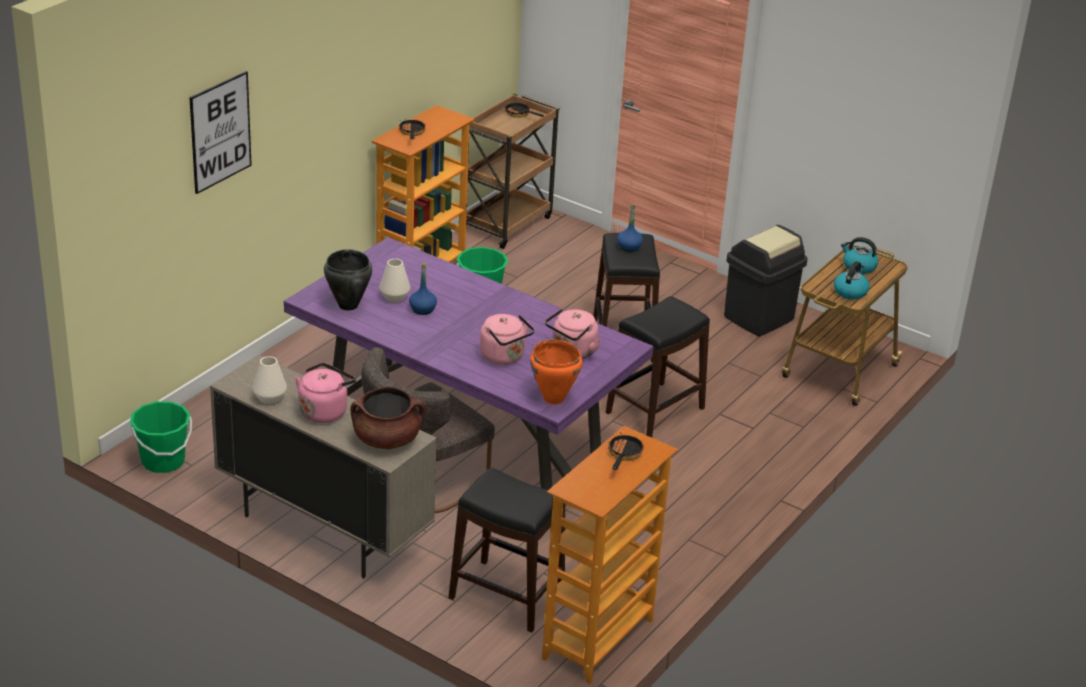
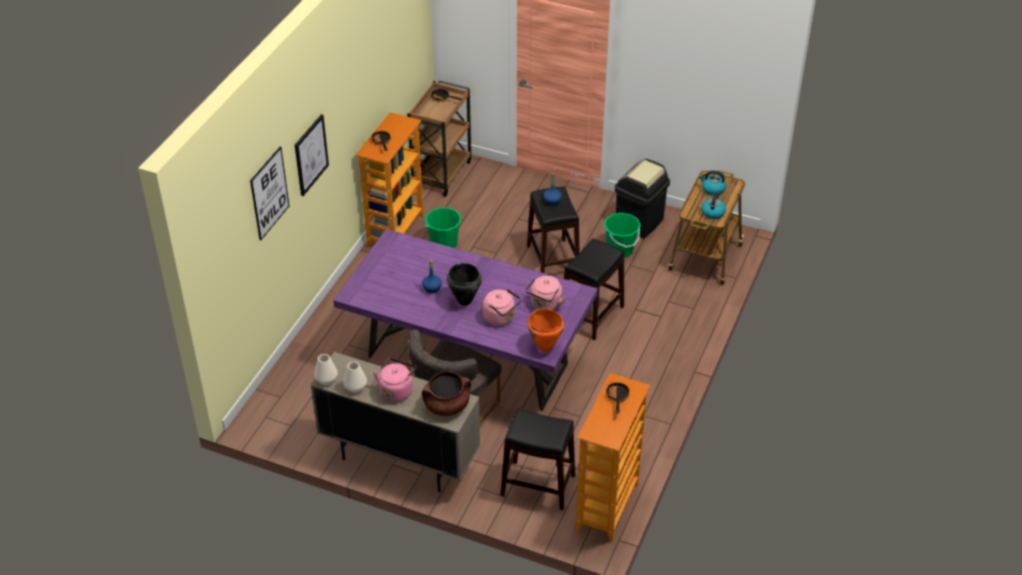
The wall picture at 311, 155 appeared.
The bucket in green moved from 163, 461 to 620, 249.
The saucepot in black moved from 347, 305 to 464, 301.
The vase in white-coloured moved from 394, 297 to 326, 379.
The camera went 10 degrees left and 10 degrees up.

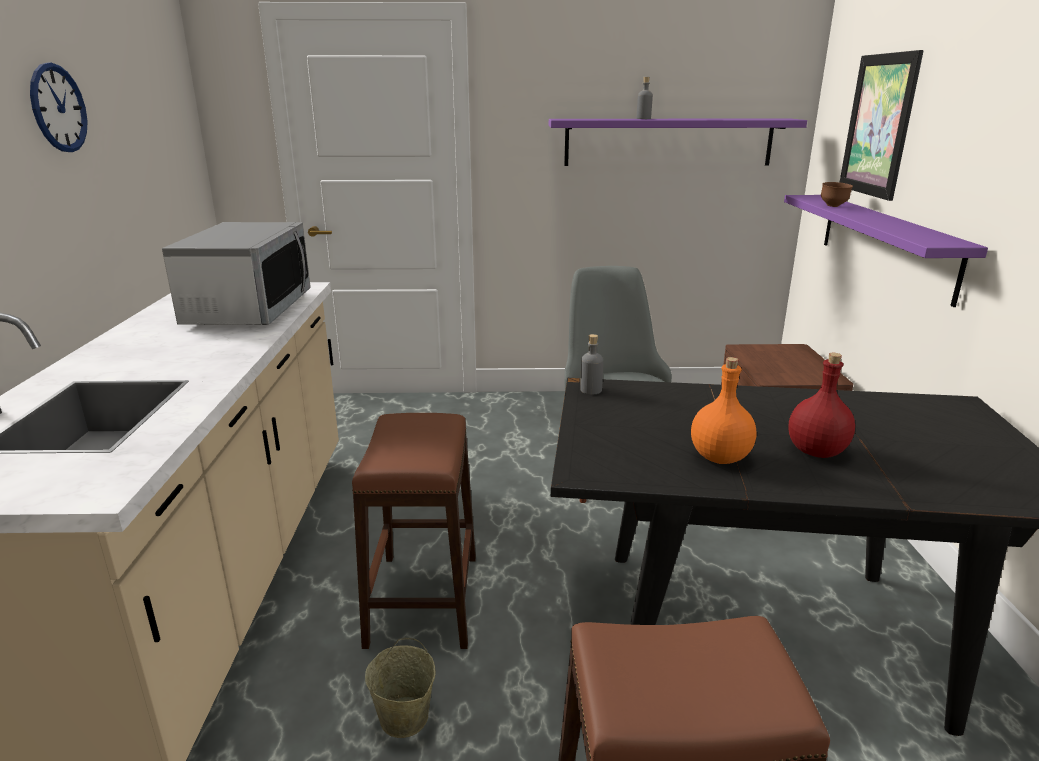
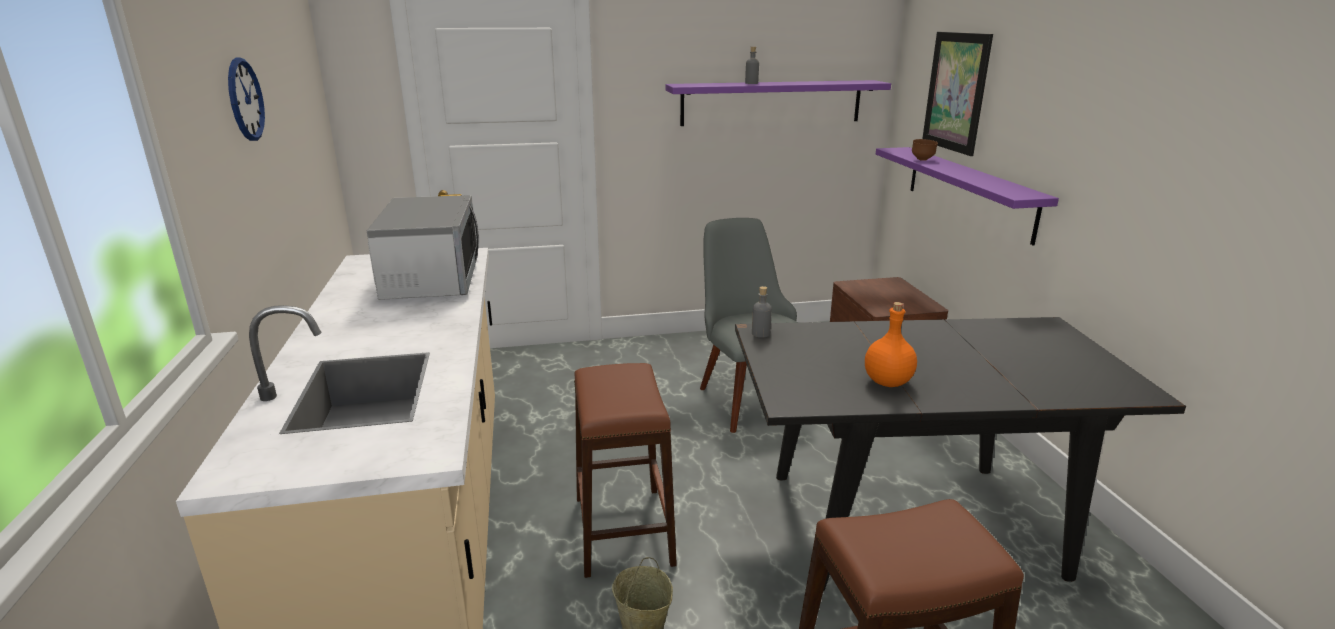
The beverage bottle in red-coloured at 817, 452 disappeared.
The camera went 10 degrees left and 0 degrees up.

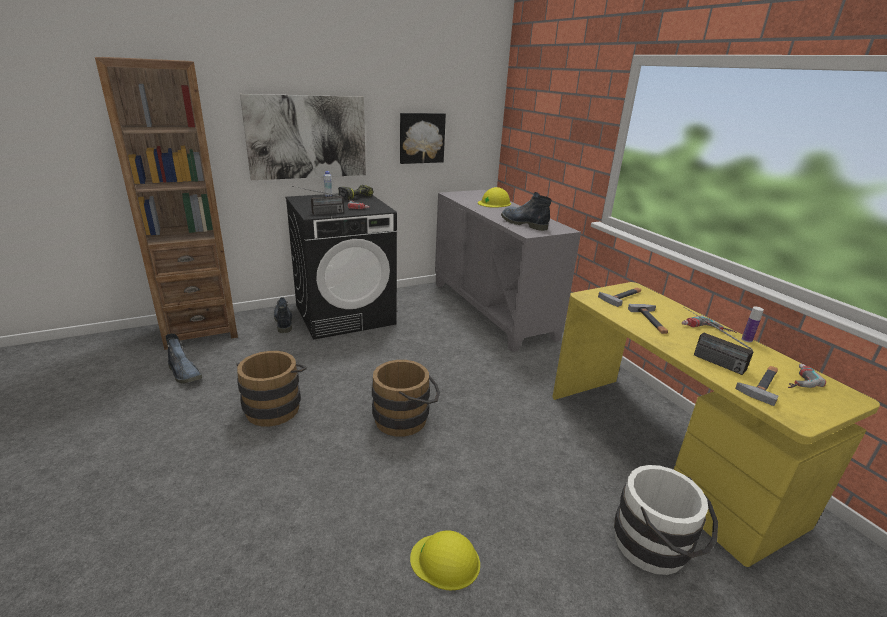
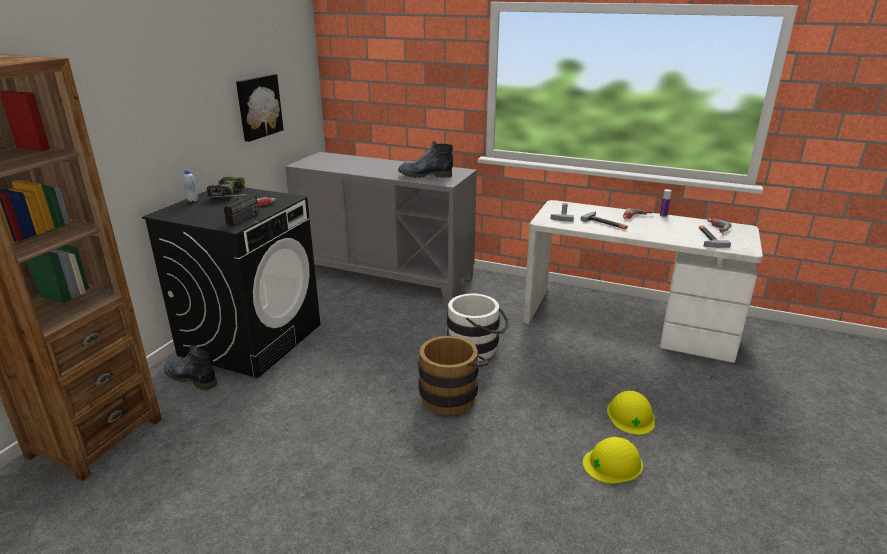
The boot at 185, 373 disappeared.
The bucket in brownish at 275, 406 disappeared.
The wall picture at 307, 137 disappeared.
The radio at 705, 358 disappeared.
The work helmet in yellow-coloured moved from 494, 203 to 631, 415.
The bucket in white-coloured moved from 656, 548 to 477, 348.
The desk table in yellow-coloured at 662, 451 became the desk table in white-coloured at 627, 323.
The camera went 40 degrees left and 0 degrees up.

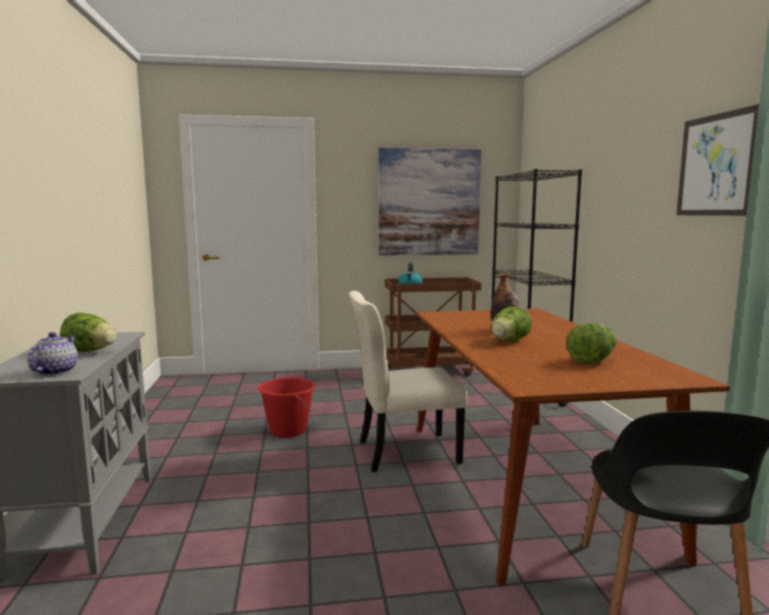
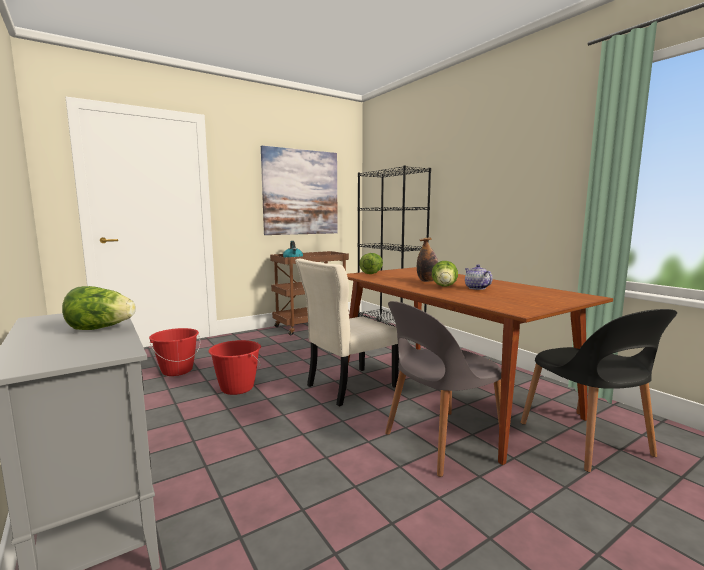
The wall picture at 716, 165 disappeared.
The bucket in red-coloured at 177, 370 appeared.
The chair in greyish at 441, 441 appeared.
The teapot moved from 55, 371 to 476, 288.
The lettuce head moved from 592, 361 to 372, 273.
The camera went 25 degrees left and 0 degrees up.

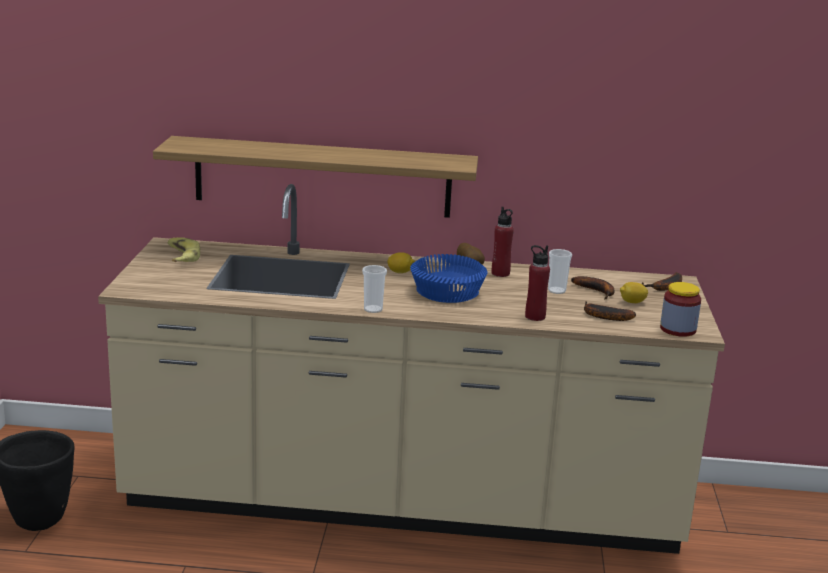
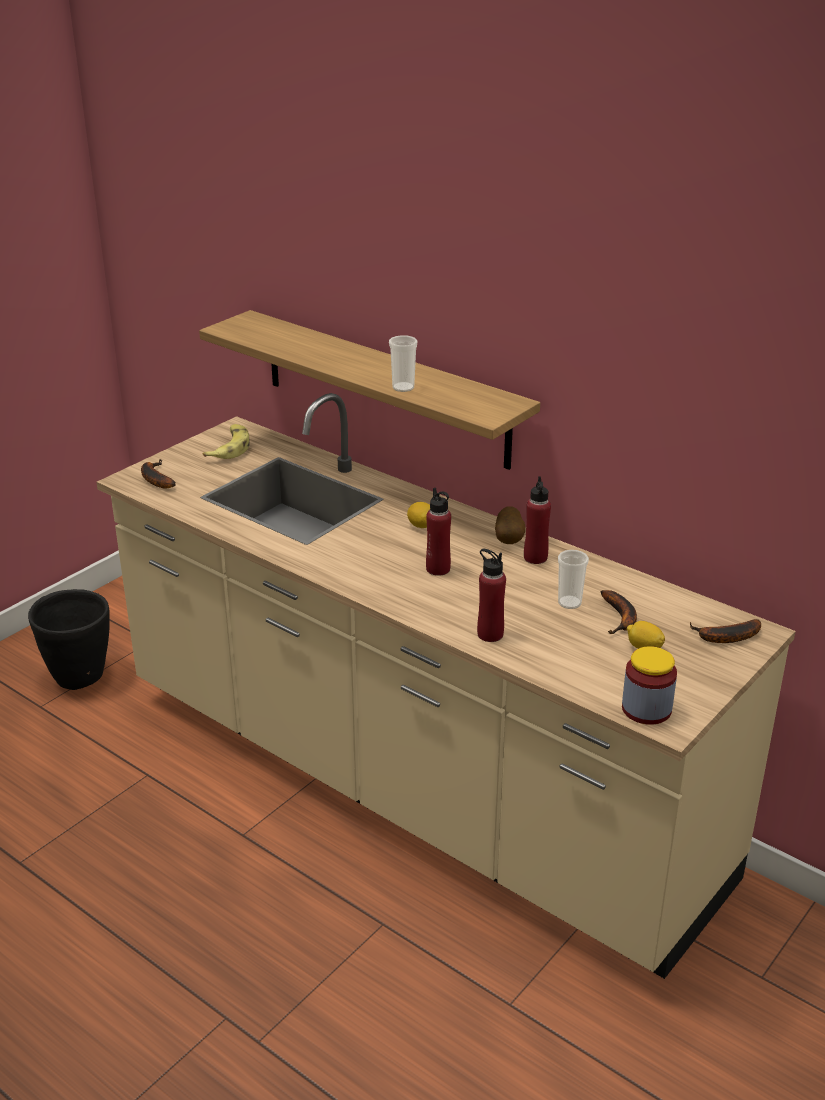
The drinking cup moved from 373, 309 to 403, 387.
The banana fruit moved from 603, 316 to 155, 479.
The serving bowl in blue at 448, 292 was replaced by the beverage bottle in red-coloured at 438, 569.
The camera went 35 degrees right and 10 degrees up.

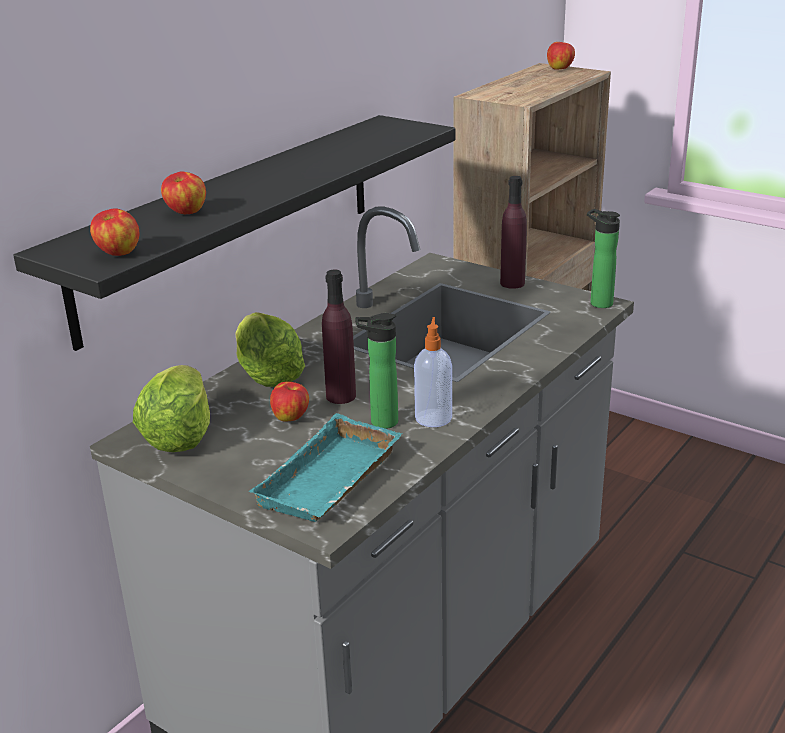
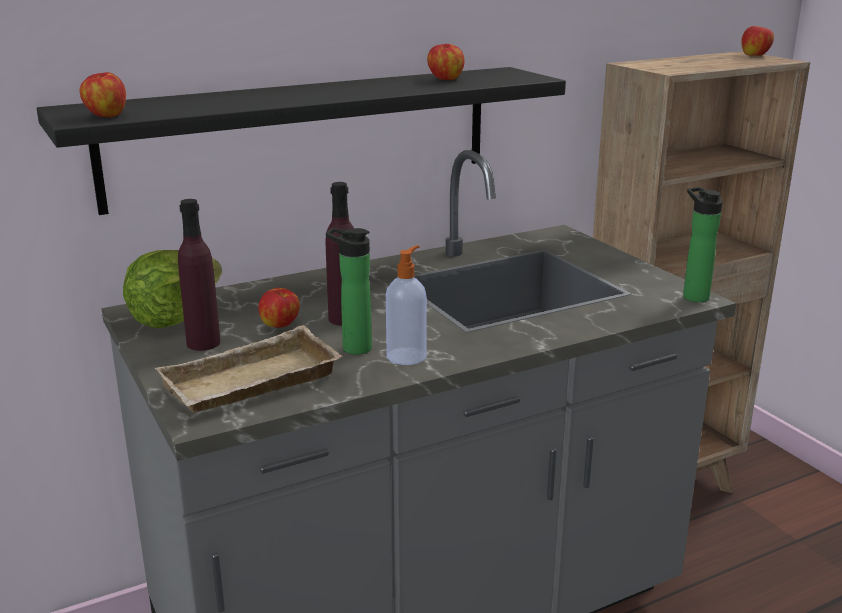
The lettuce head at 267, 375 disappeared.
The apple moved from 186, 212 to 445, 79.
The beverage bottle in purplish moved from 512, 283 to 203, 343.
The serving tray in turquoise-coloured at 332, 481 became the serving tray in beige at 251, 385.
The camera went 25 degrees right and 5 degrees down.

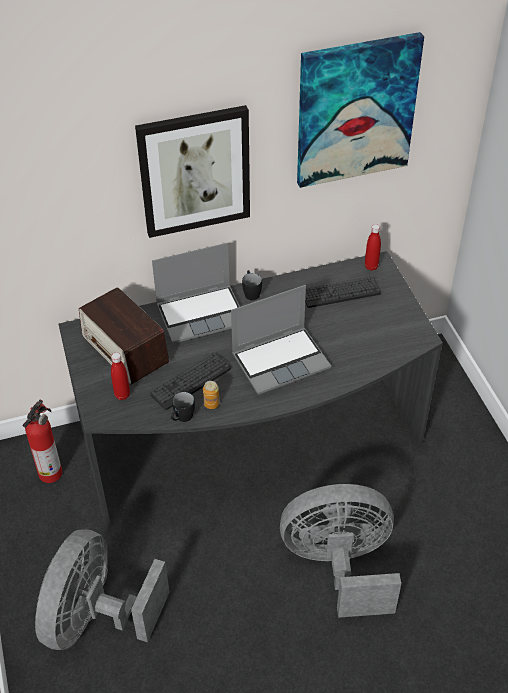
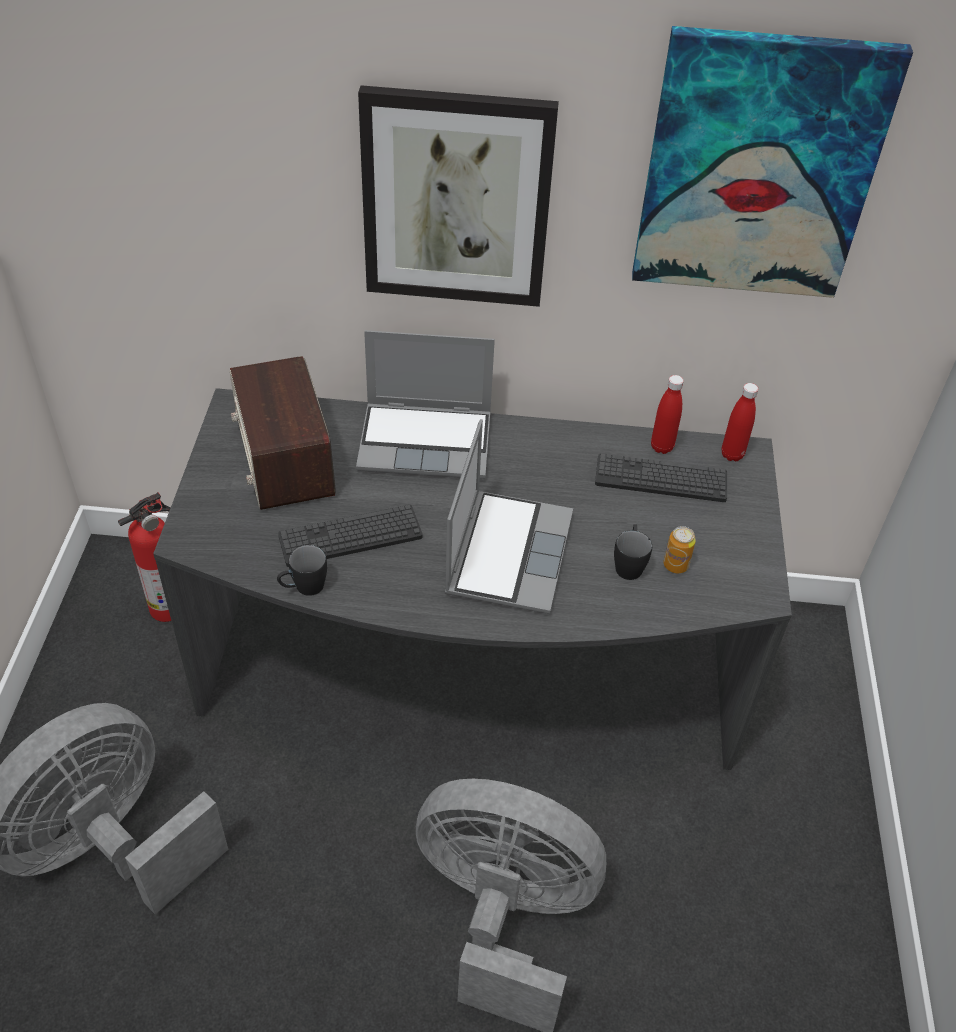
The beverage bottle in red-coloured moved from 122, 395 to 661, 447.
The metal can moved from 211, 404 to 675, 565.
The tea mug in black moved from 251, 292 to 629, 564.
The notebook computer at 281, 360 turned 75 degrees counterclockwise.
The camera went 20 degrees right and 0 degrees up.

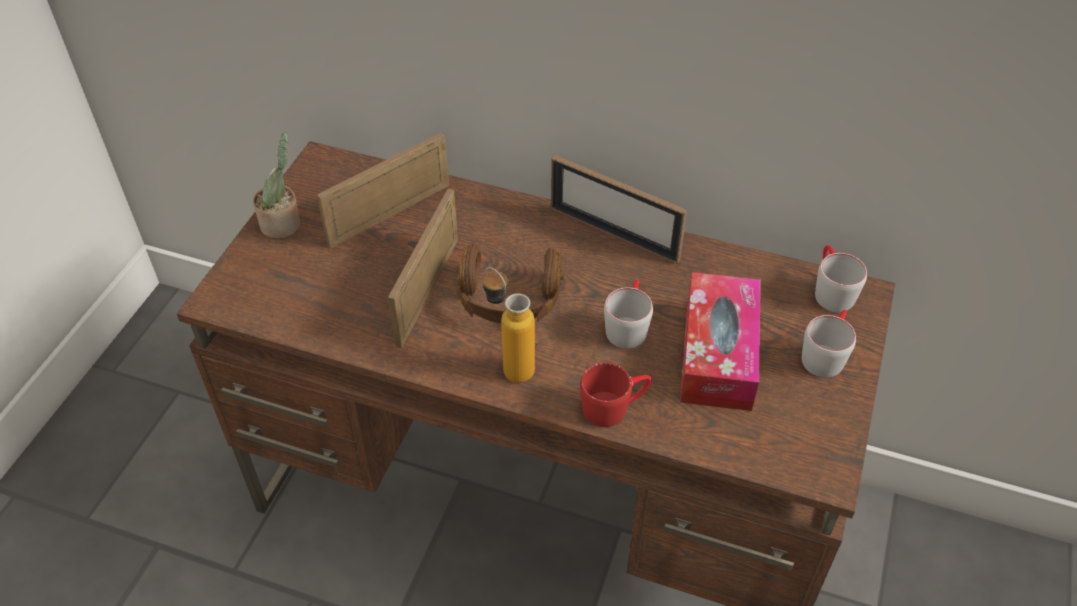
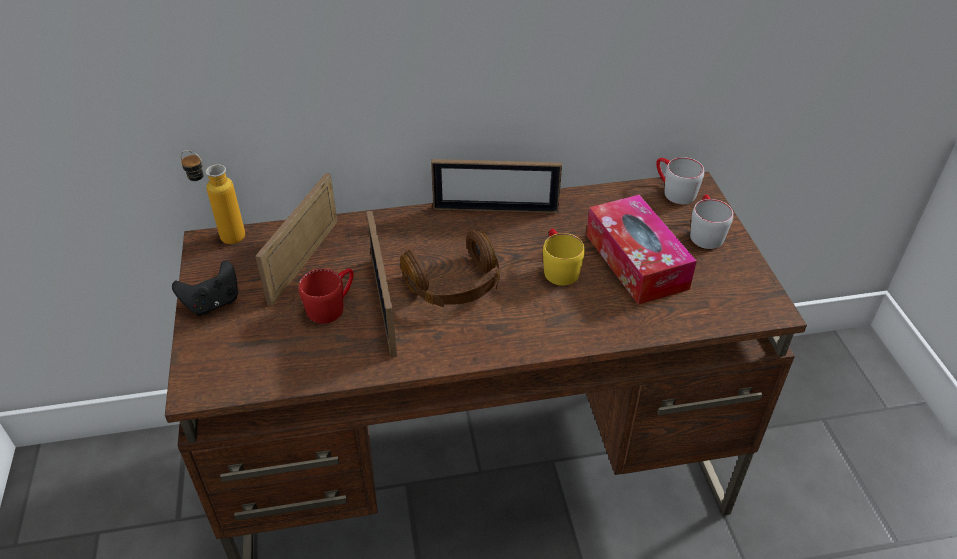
The beverage bottle moved from 509, 364 to 223, 235.
The tea mug in red-coloured moved from 614, 406 to 332, 305.
The plant in a pot at 283, 224 was replaced by the game controller in black at 213, 303.
The tea mug in greyish at 627, 325 became the tea mug in yellow-coloured at 558, 268.
The camera went 30 degrees left and 5 degrees down.

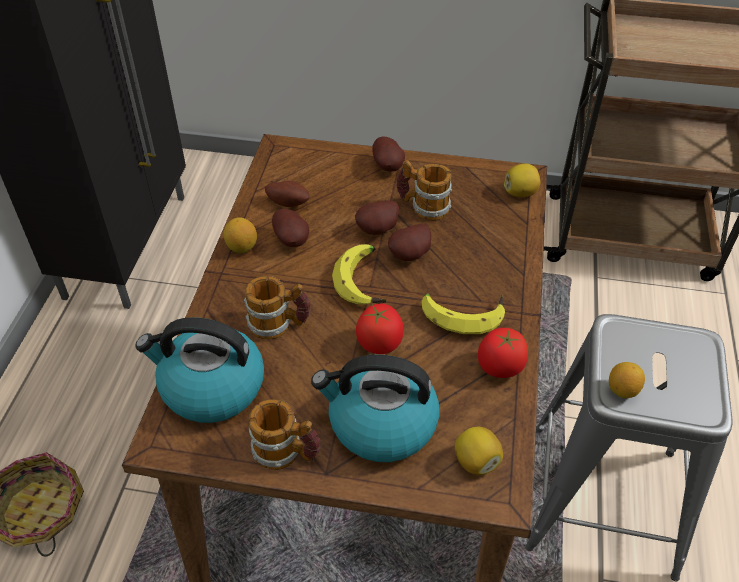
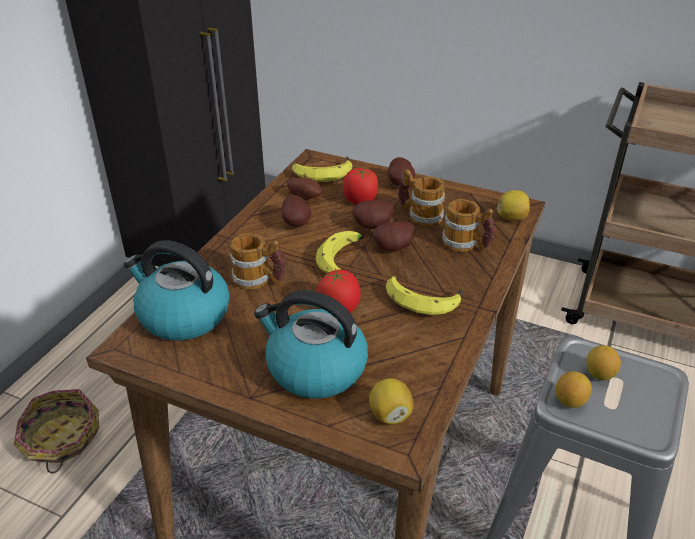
The banana fruit at 322, 173 appeared.
The whole lemon moved from 241, 247 to 599, 374.
The tea mug moved from 286, 452 to 466, 245.
The fresh tomato moved from 499, 367 to 360, 201.
The camera went 15 degrees right and 10 degrees down.

